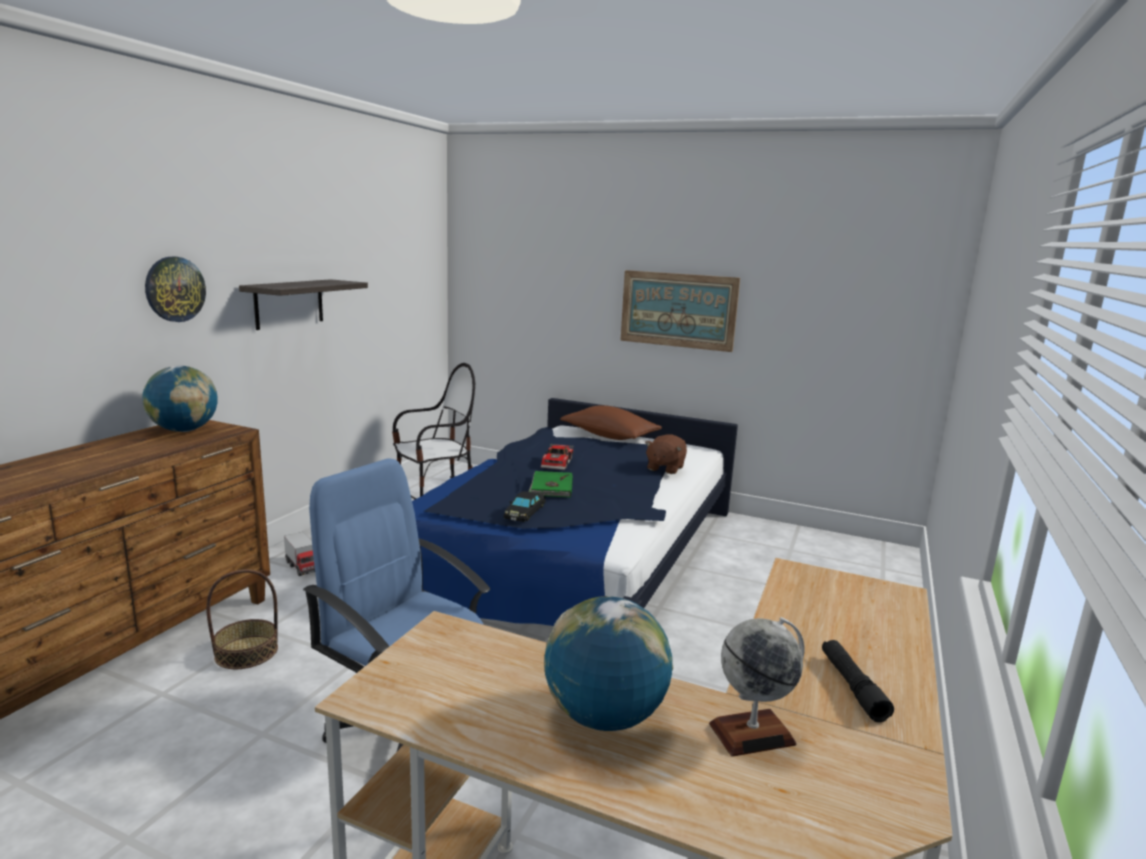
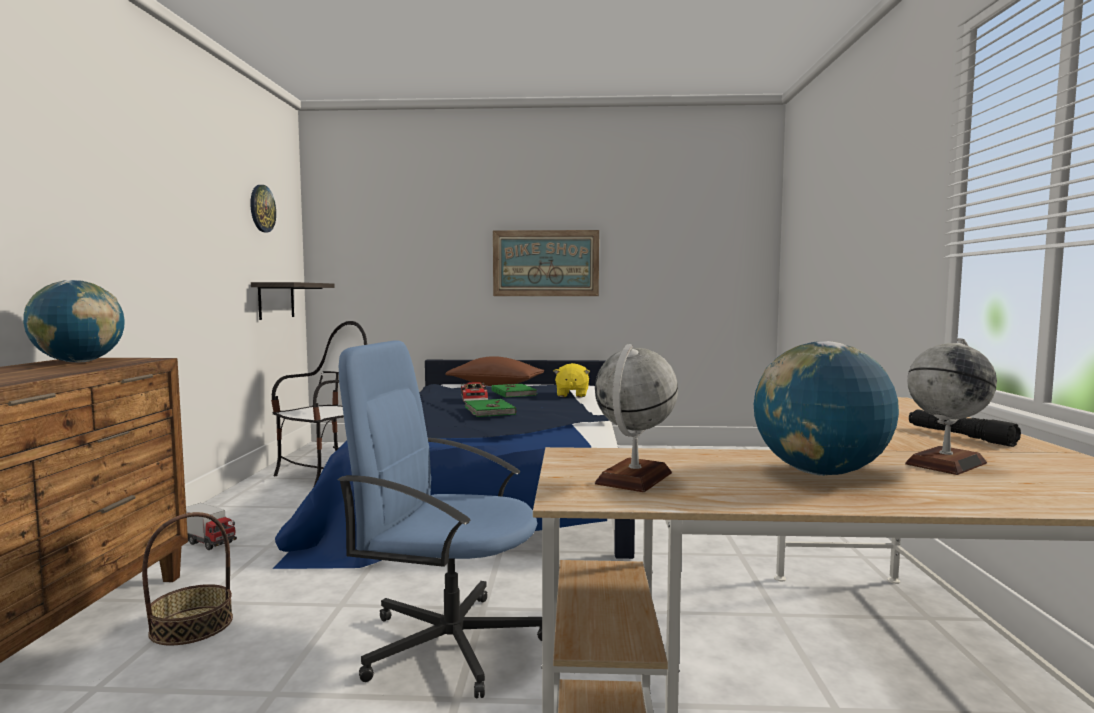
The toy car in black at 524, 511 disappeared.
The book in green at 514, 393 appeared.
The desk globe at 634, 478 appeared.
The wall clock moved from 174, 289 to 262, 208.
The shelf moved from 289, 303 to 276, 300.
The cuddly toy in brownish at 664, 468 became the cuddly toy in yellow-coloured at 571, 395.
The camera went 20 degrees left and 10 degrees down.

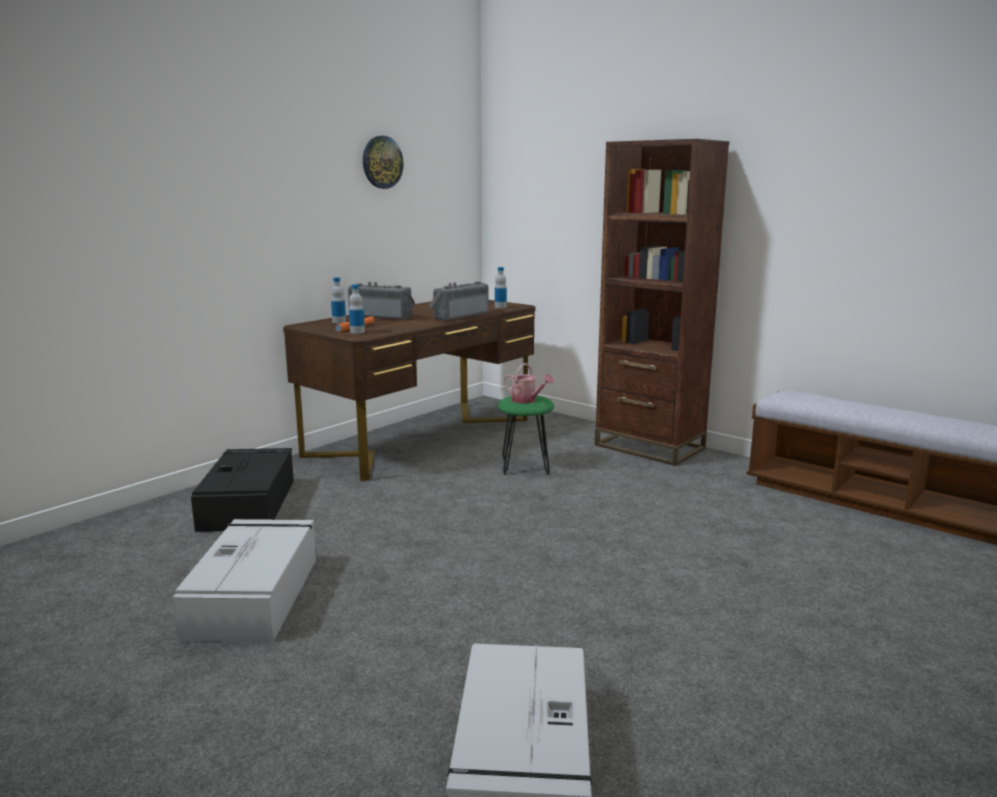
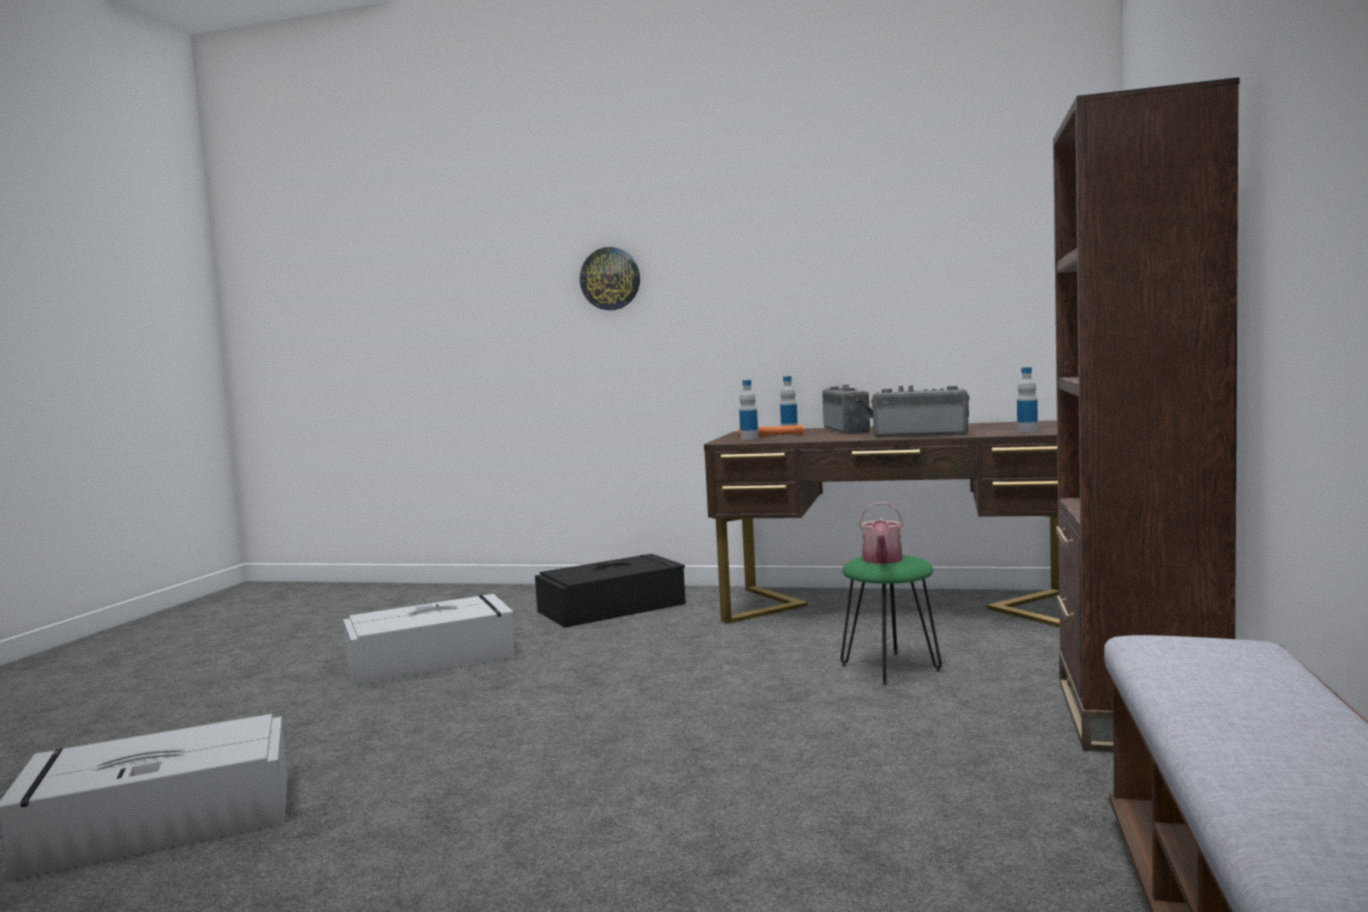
The wall clock moved from 382, 162 to 610, 279.
The camera went 65 degrees right and 10 degrees down.

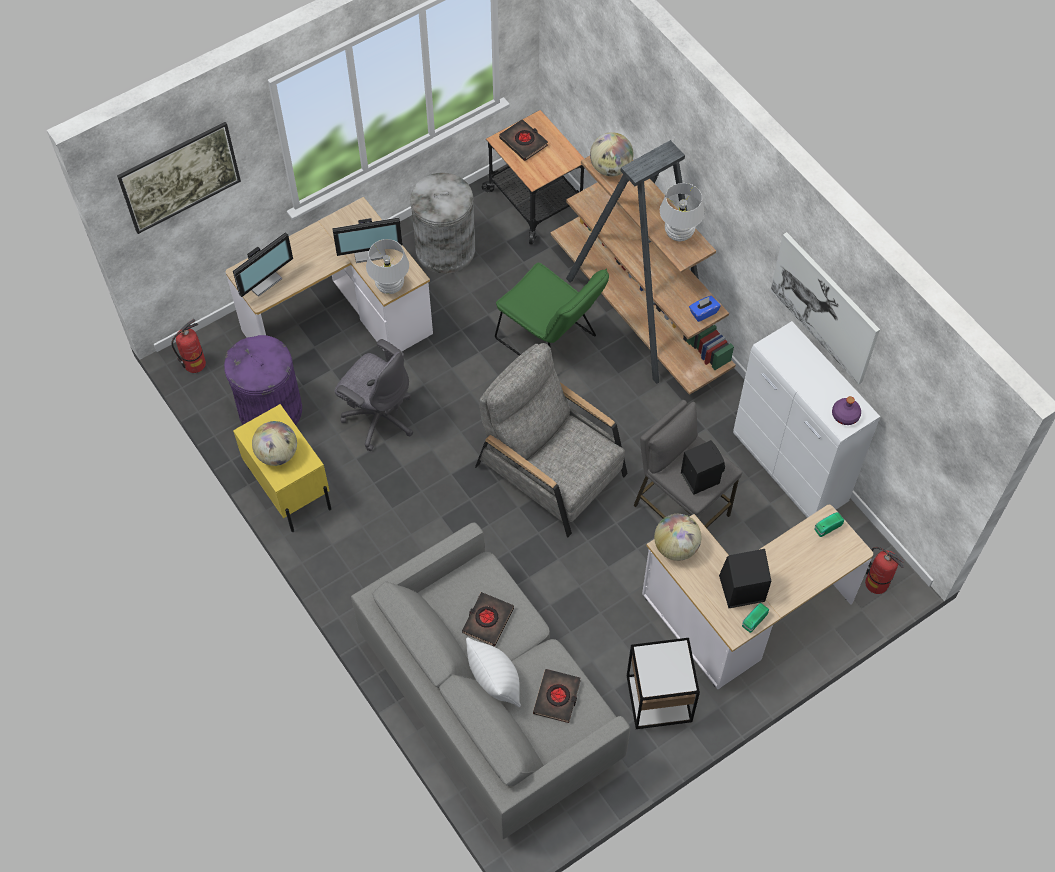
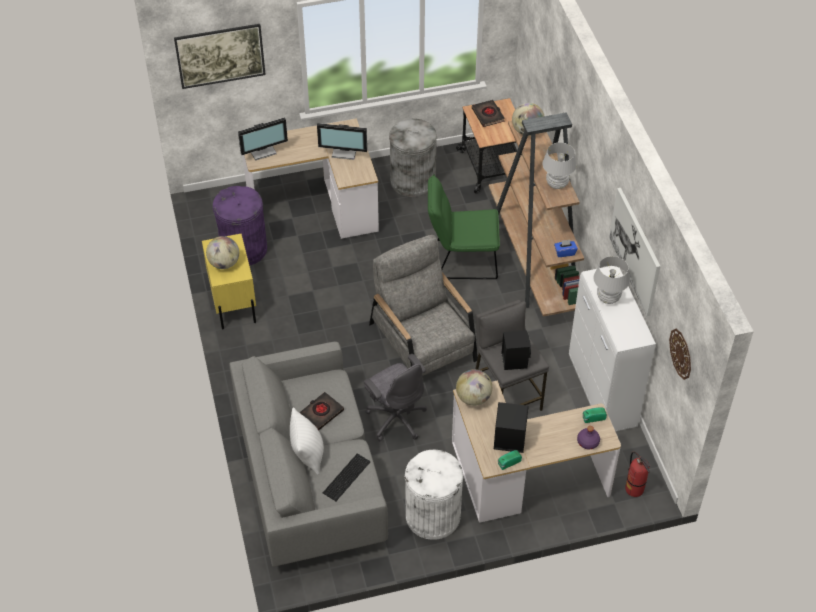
The fire-fighting cylinder at 195, 364 disappeared.
The wall clock at 681, 353 appeared.
The office chair in greyish moved from 379, 417 to 396, 418.
The table lamp in white-coloured moved from 390, 286 to 608, 298.
The beverage bottle in purplish moved from 845, 415 to 588, 442.
The book in black at 557, 697 was replaced by the PC keyboard at 347, 477.
The end table at 658, 699 was replaced by the waste bin in white-coloured at 432, 516.
The chair in green at 550, 341 turned 120 degrees clockwise.
The camera went 20 degrees right and 10 degrees down.

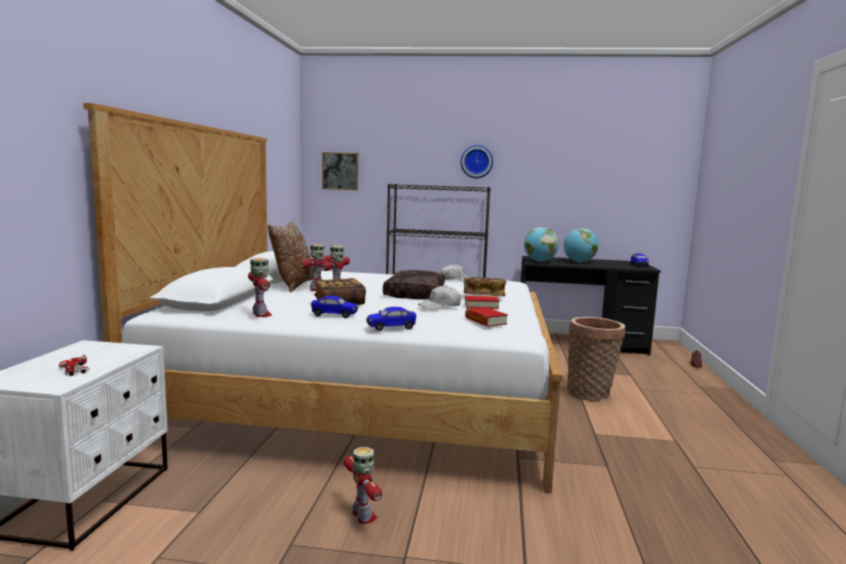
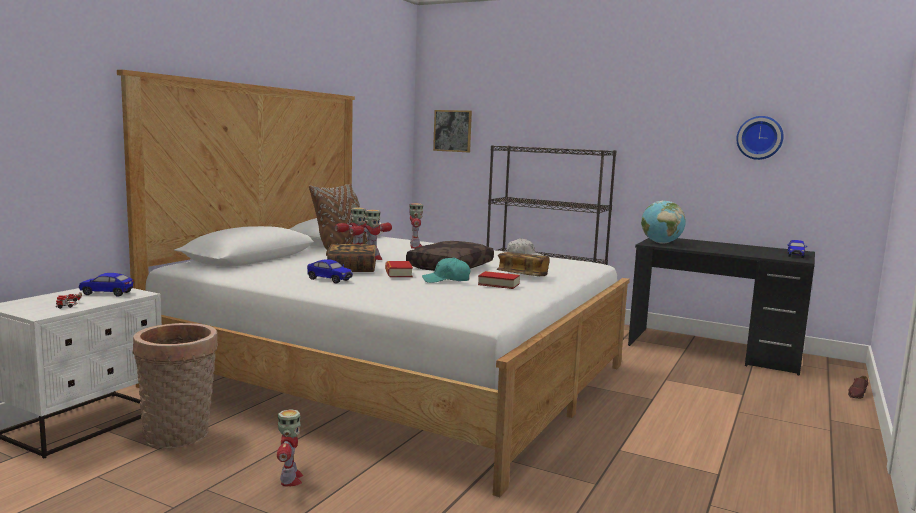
The desk globe at 579, 262 disappeared.
The model robot moved from 261, 314 to 415, 247.
The toy car moved from 391, 328 to 107, 293.
The wall clock moved from 476, 161 to 759, 137.
The book moved from 485, 321 to 398, 273.
The storage basket moved from 591, 393 to 180, 436.
The baseball cap in white-coloured at 440, 306 became the baseball cap in turquoise-coloured at 446, 280.
The camera went 20 degrees right and 0 degrees up.

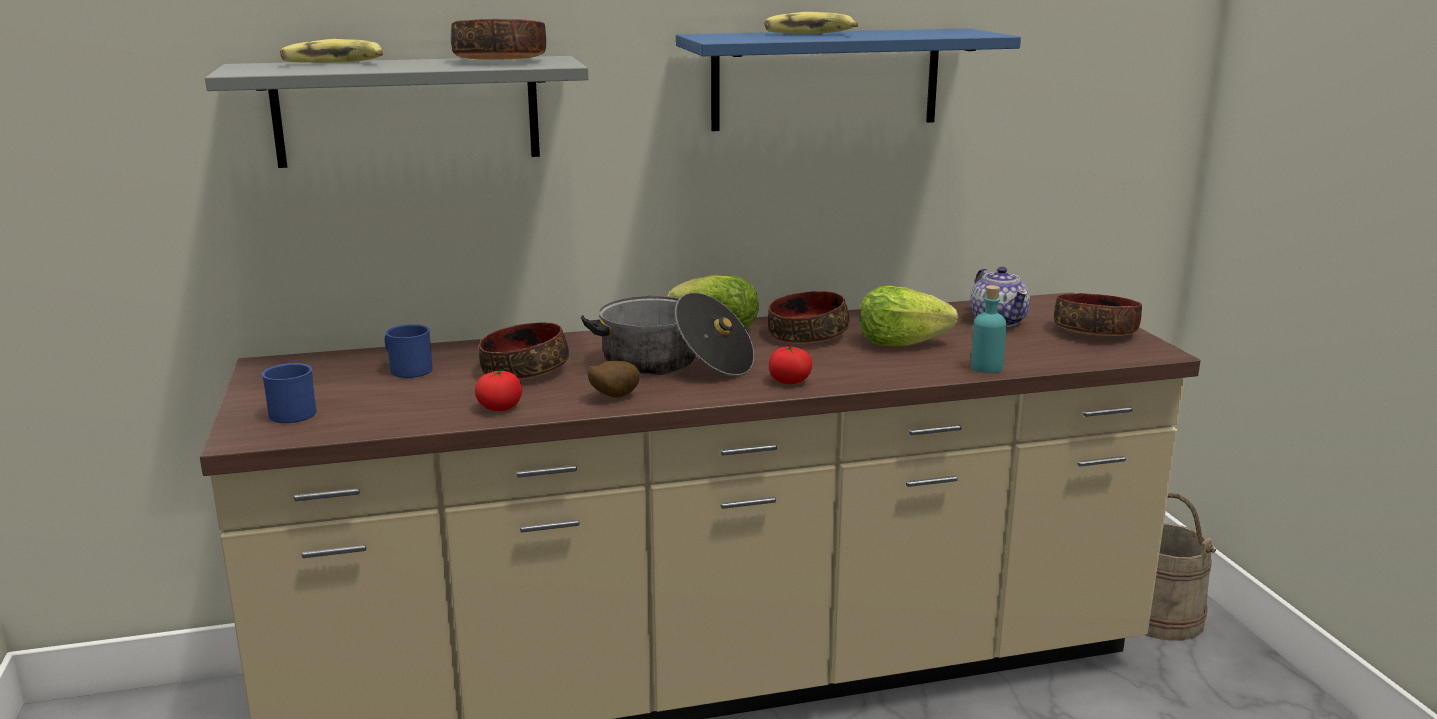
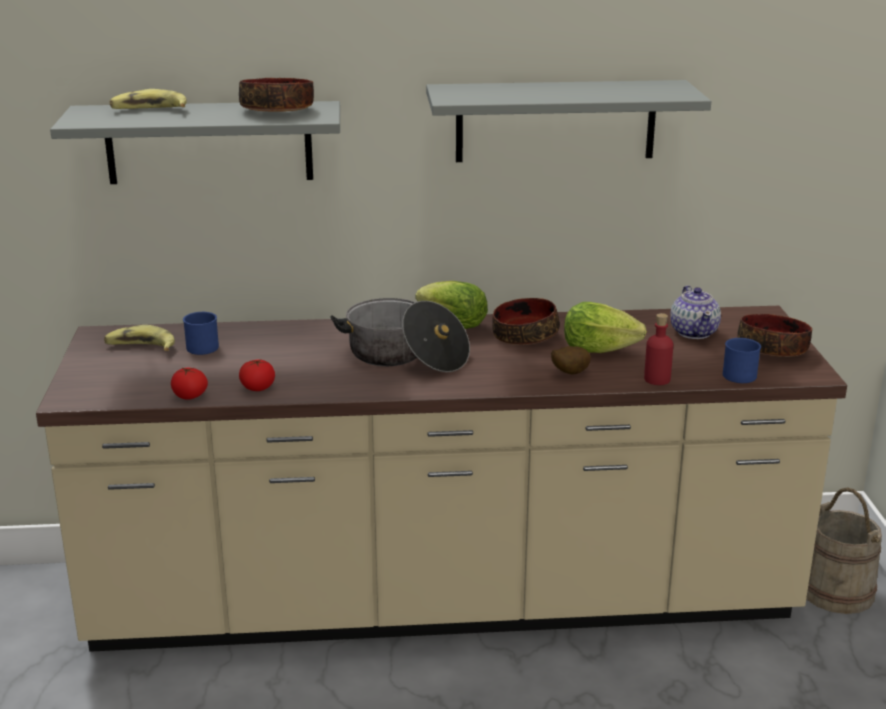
The serving bowl at 524, 370 disappeared.
The tea mug in blue moved from 297, 411 to 740, 373.
The potato moved from 613, 397 to 568, 373.
The banana fruit moved from 809, 34 to 140, 347.
The fresh tomato moved from 790, 381 to 190, 396.
The shelf in blue at 826, 79 became the shelf in greyish at 555, 121.
The beverage bottle in turquoise-coloured at 986, 368 became the beverage bottle in red-coloured at 657, 379.
The camera went 10 degrees right and 5 degrees up.

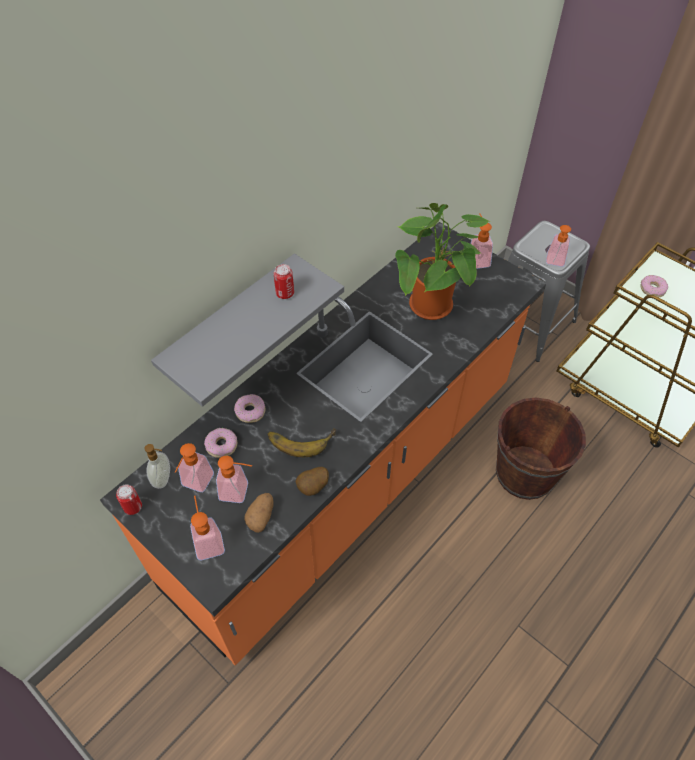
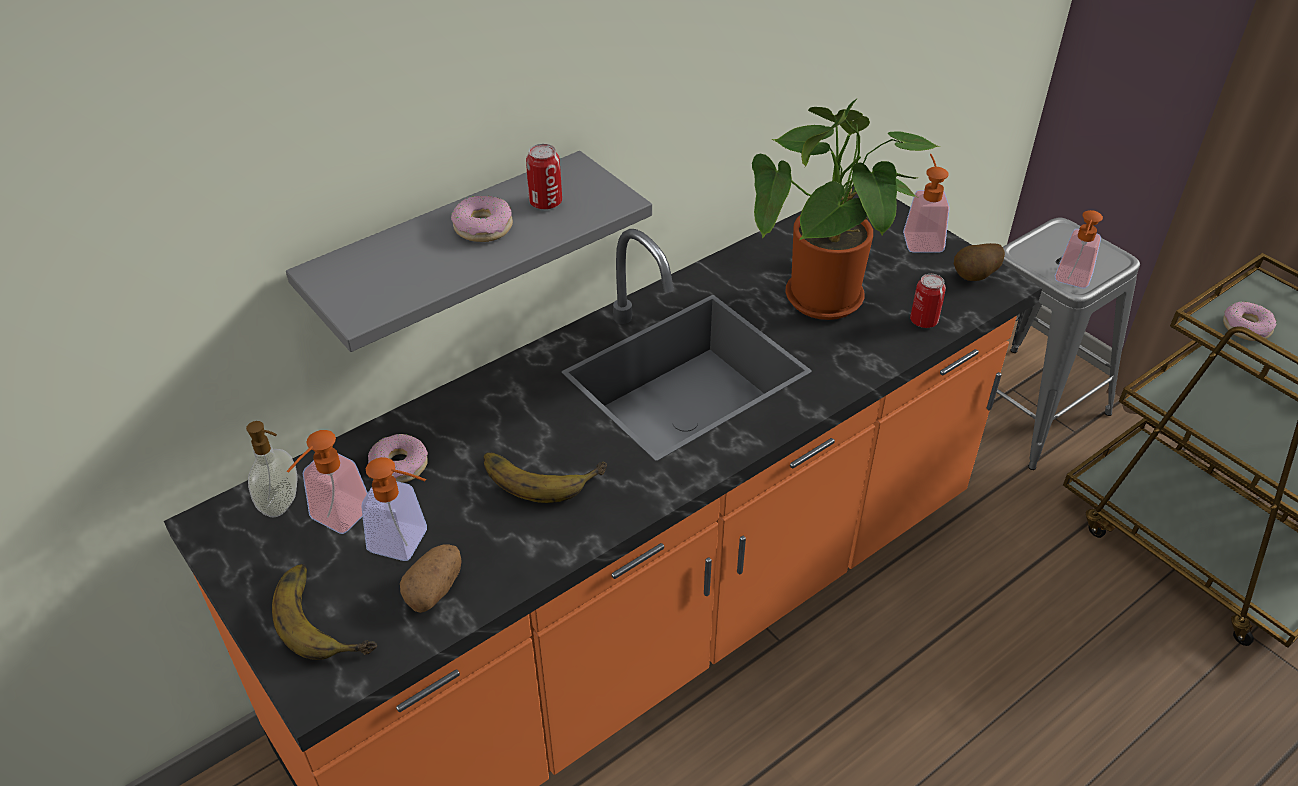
The bucket in brownish at 525, 473 disappeared.
The metal can moved from 133, 507 to 923, 321.
The doughnut moved from 250, 411 to 483, 227.
The potato moved from 313, 488 to 975, 277.
The soap bottle at 208, 540 was replaced by the banana fruit at 328, 614.
The camera went 10 degrees right and 10 degrees down.

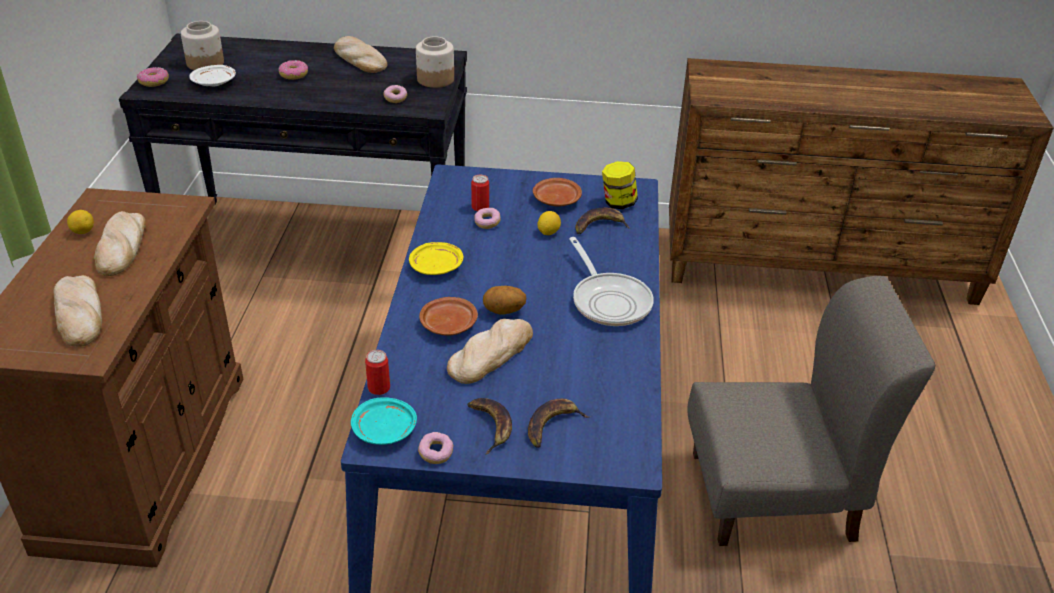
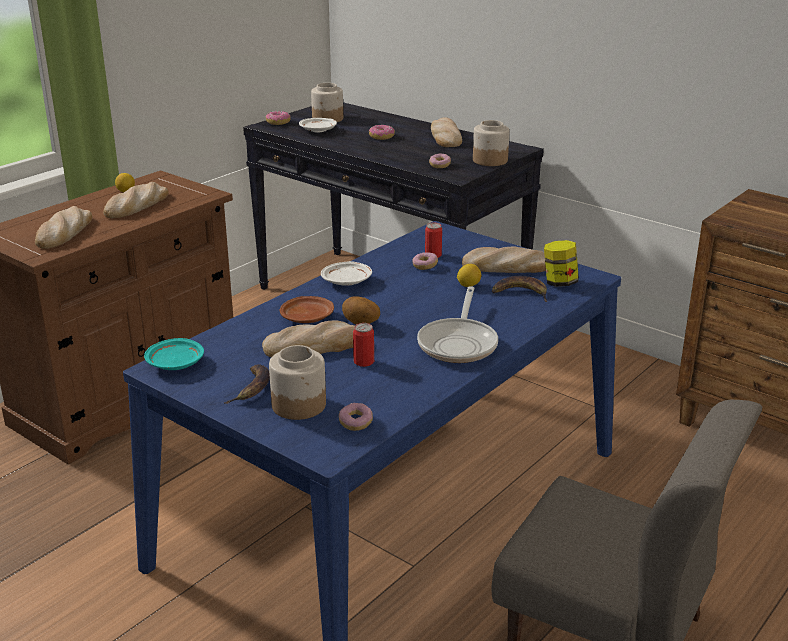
The metal can moved from 379, 388 to 364, 362.
The doughnut moved from 436, 454 to 355, 423.
The banana fruit at 552, 425 was replaced by the preserve jar at 299, 405.
The plate in brownish at 556, 199 was replaced by the bread at 506, 266.
The plate in yellow-coloured at 436, 266 became the plate in white-coloured at 347, 281.
The camera went 35 degrees right and 10 degrees down.

